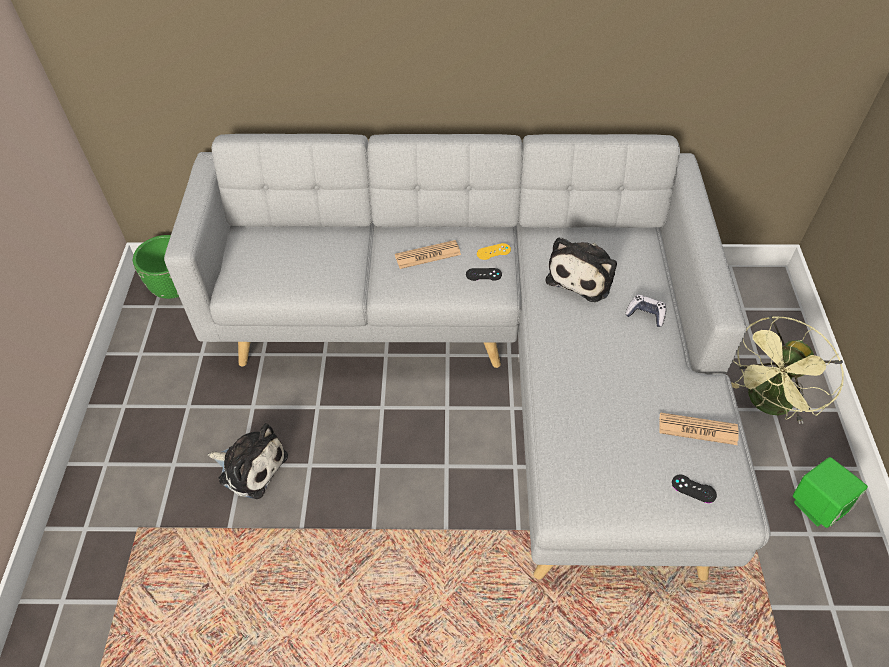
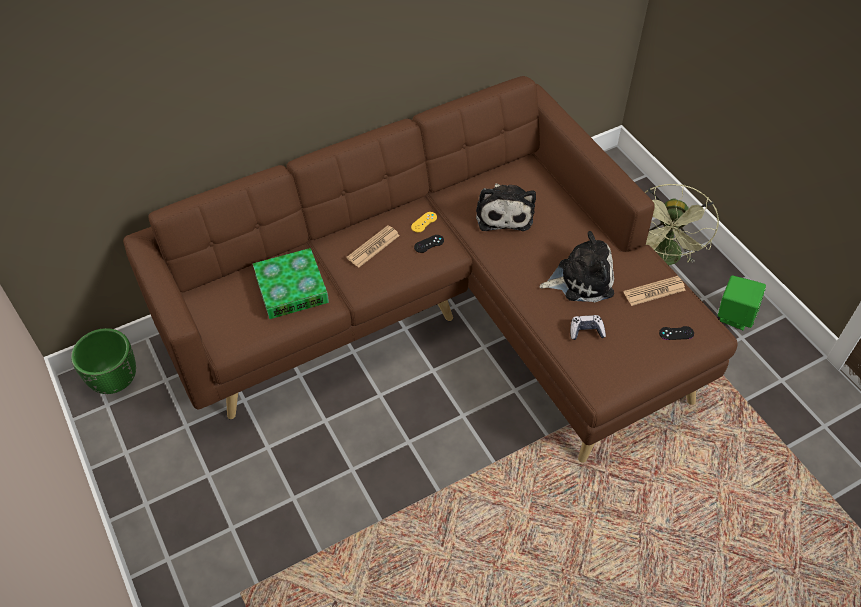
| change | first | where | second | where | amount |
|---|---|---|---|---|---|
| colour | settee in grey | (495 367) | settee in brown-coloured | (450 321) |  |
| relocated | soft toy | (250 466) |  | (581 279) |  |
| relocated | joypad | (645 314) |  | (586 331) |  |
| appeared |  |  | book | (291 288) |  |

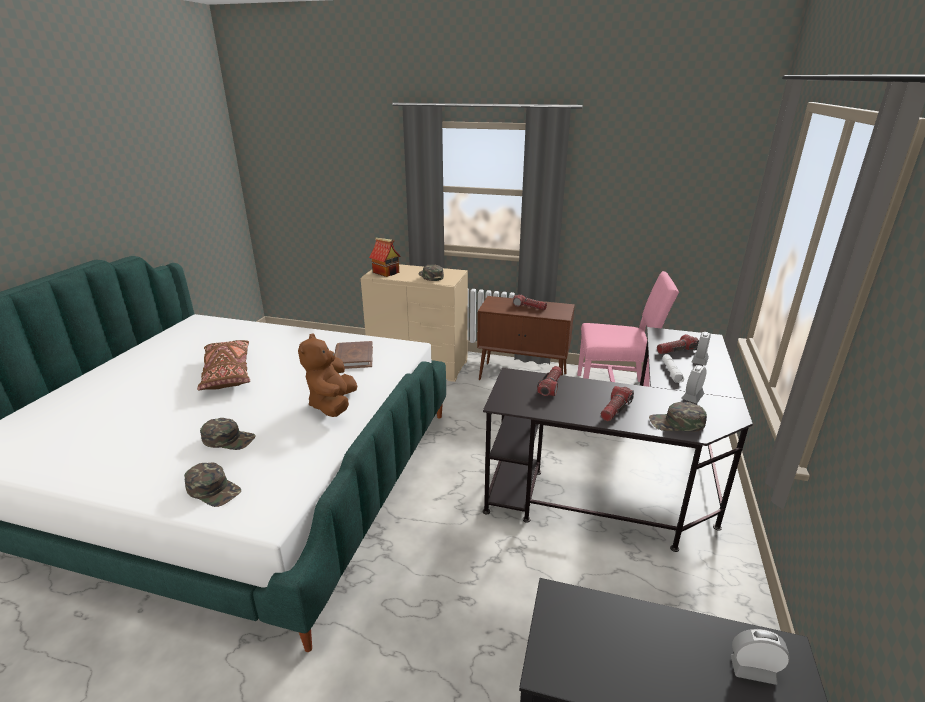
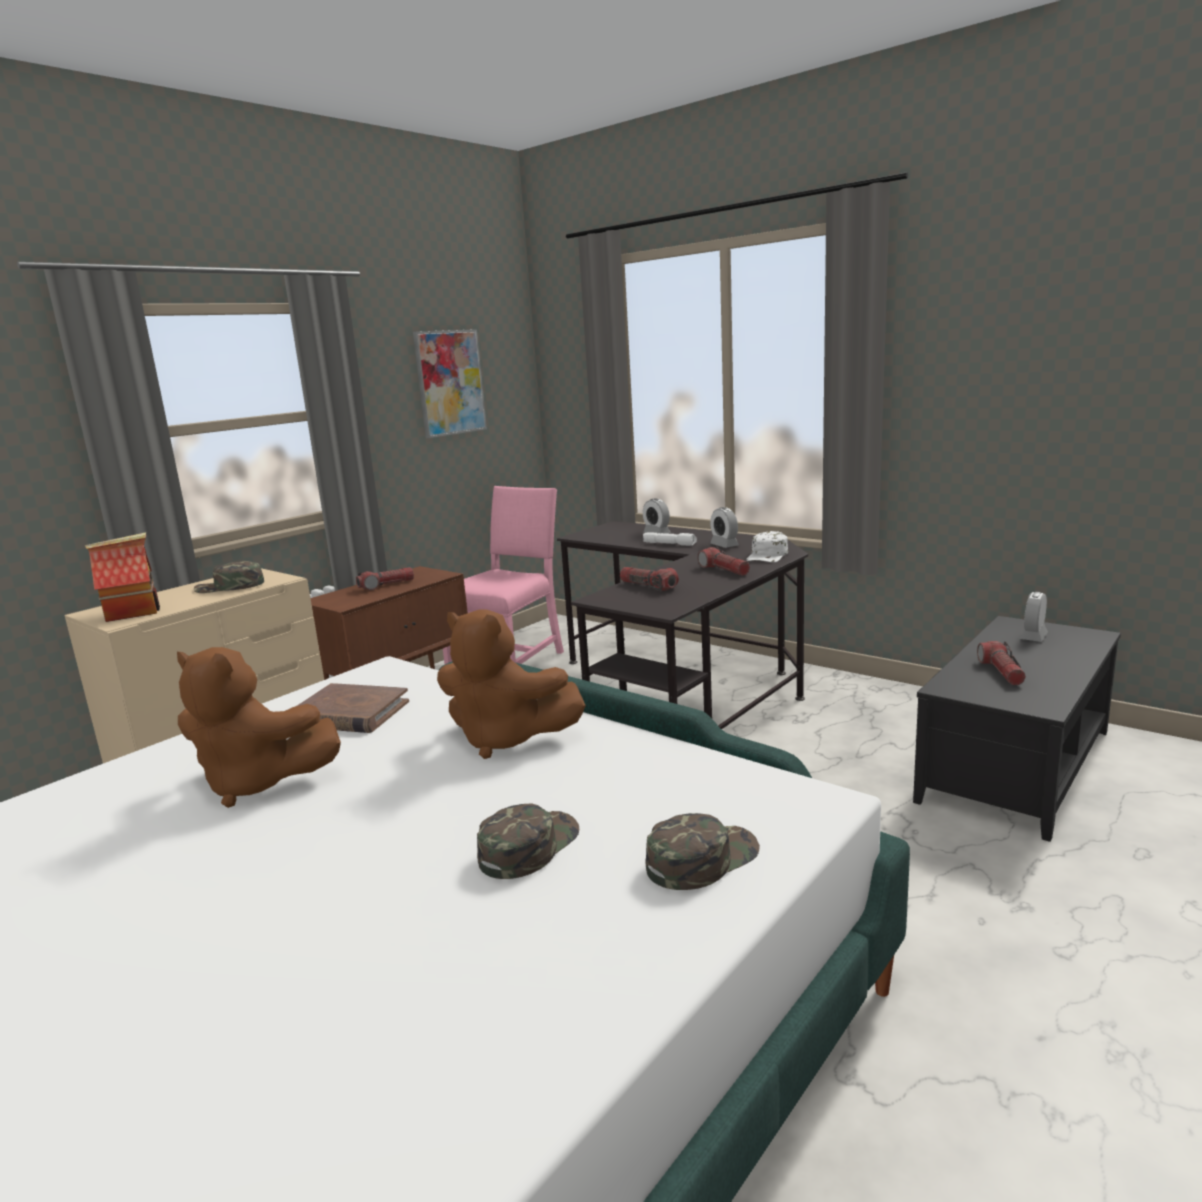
| change | first | where | second | where | amount |
|---|---|---|---|---|---|
| missing | throw pillow in brown-coloured | (228 373) |  |  |  |
| colour | baseball cap in greenish | (676 423) | baseball cap in whitish | (767 556) |  |
| relocated | flashlight | (676 351) |  | (1001 672) |  |
| appeared |  |  | soft toy in brown-coloured | (258 783) |  |
| appeared |  |  | wall picture | (450 383) |  |

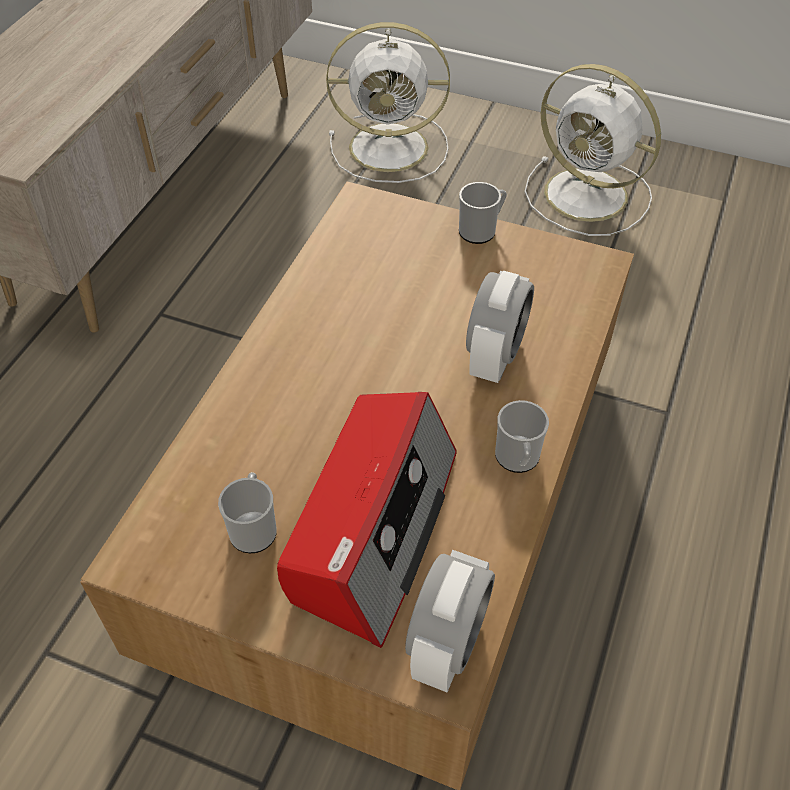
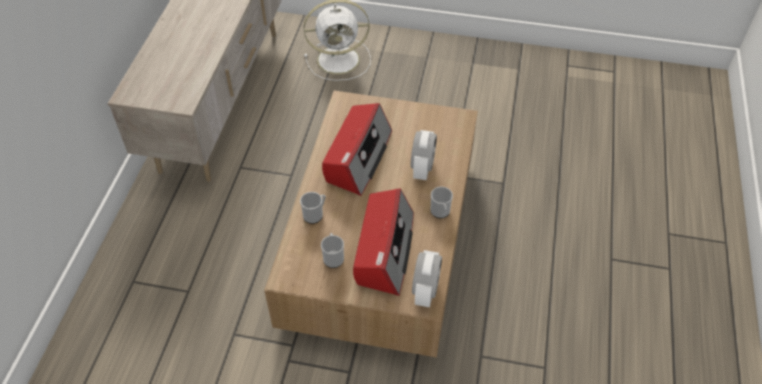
| change | first | where | second | where | amount |
|---|---|---|---|---|---|
| relocated | coffee mug | (481 230) |  | (315 214) |  |
| missing | cooling fan in whitish | (589 196) |  |  |  |
| appeared |  |  | radio | (357 157) |  |

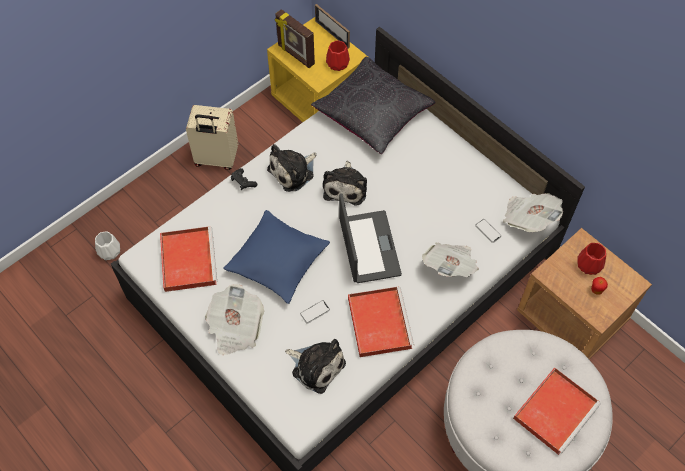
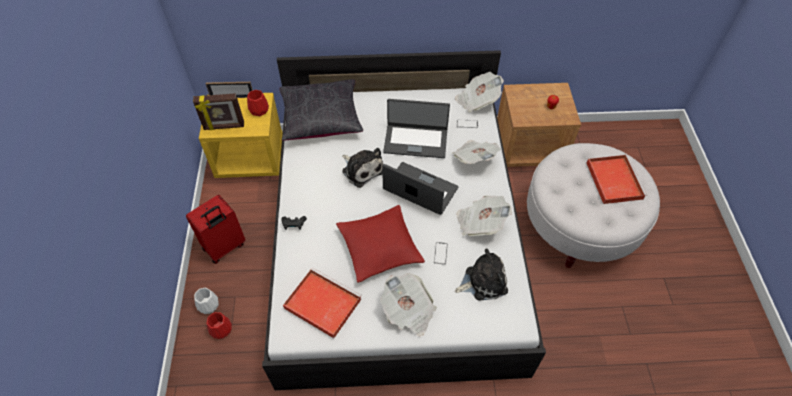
| change | first | where | second | where | amount |
|---|---|---|---|---|---|
| relocated | vase in whitish | (109 252) |  | (208 306) |  |
| colour | piece of luggage in beige-coloured | (216 159) | piece of luggage in red-coloured | (225 247) |  |
| colour | throw pillow in blue-coloured | (277 261) | throw pillow in red-coloured | (379 248) |  |
| missing | soft toy | (293 171) |  |  |  |
| exchanged | carrying tray in red-coloured | (378 321) | daily paper | (480 223) |  |
| relocated | vase in red-coloured | (589 265) |  | (222 329) |  |
| appeared |  |  | laptop | (415 140) |  |

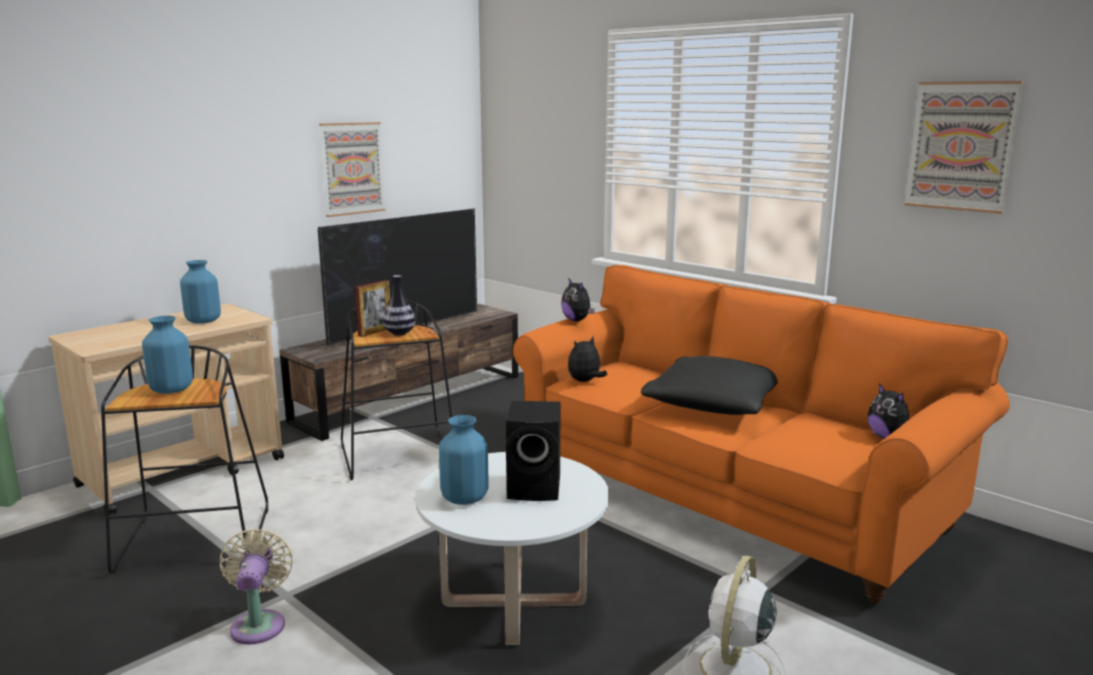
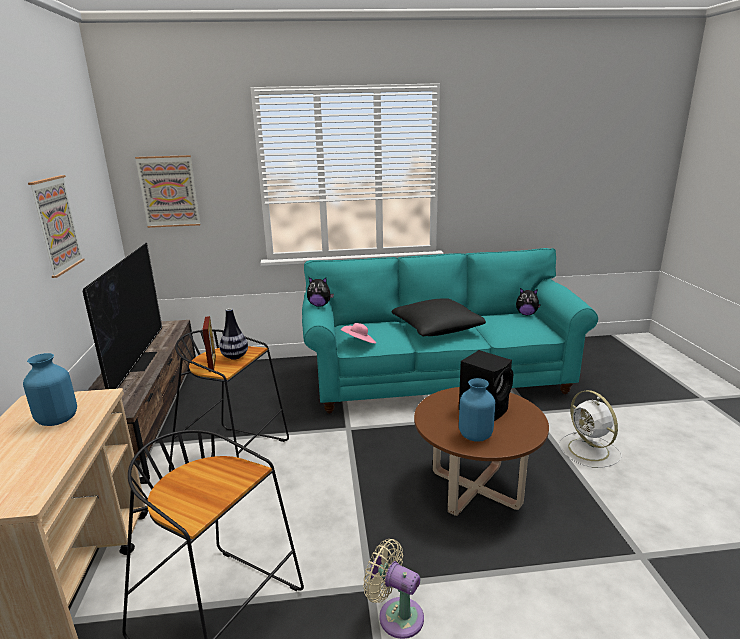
| change | first | where | second | where | amount |
|---|---|---|---|---|---|
| missing | vase in blue-coloured | (171 390) |  |  |  |
| colour | low table in whitish | (514 602) | low table in brown-coloured | (475 489) |  |
| colour | settee in orange | (727 495) | settee in blue-green | (438 379) |  |
| exchanged | soft toy | (585 381) | clothing hat in pink-coloured | (359 343) |  |
| relocated | wall picture | (961 146) |  | (169 191) |  |

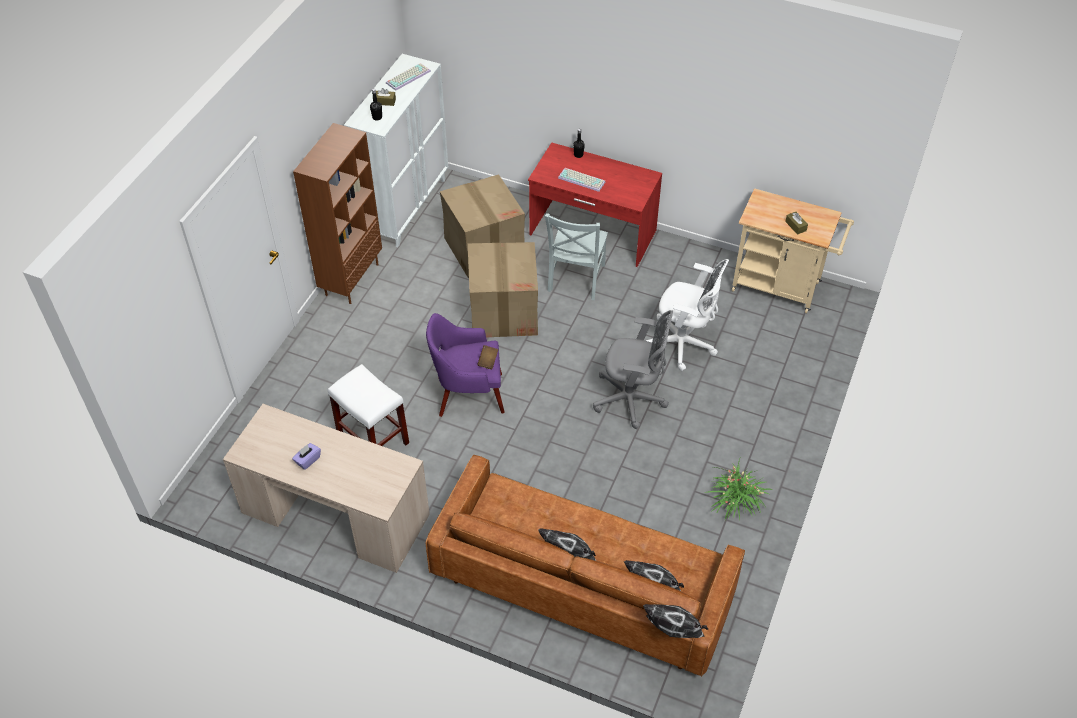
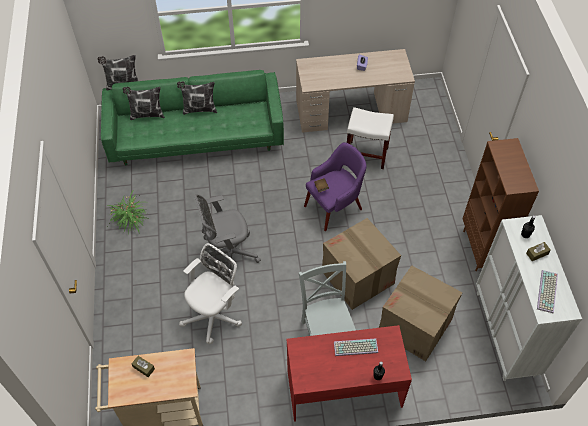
| change | first | where | second | where | amount |
|---|---|---|---|---|---|
| colour | settee in brown-coloured | (582 584) | settee in greenish | (196 136) |  |
| spun | desk chair in whitish | (683 344) |  | (214 315) | 135 degrees clockwise |

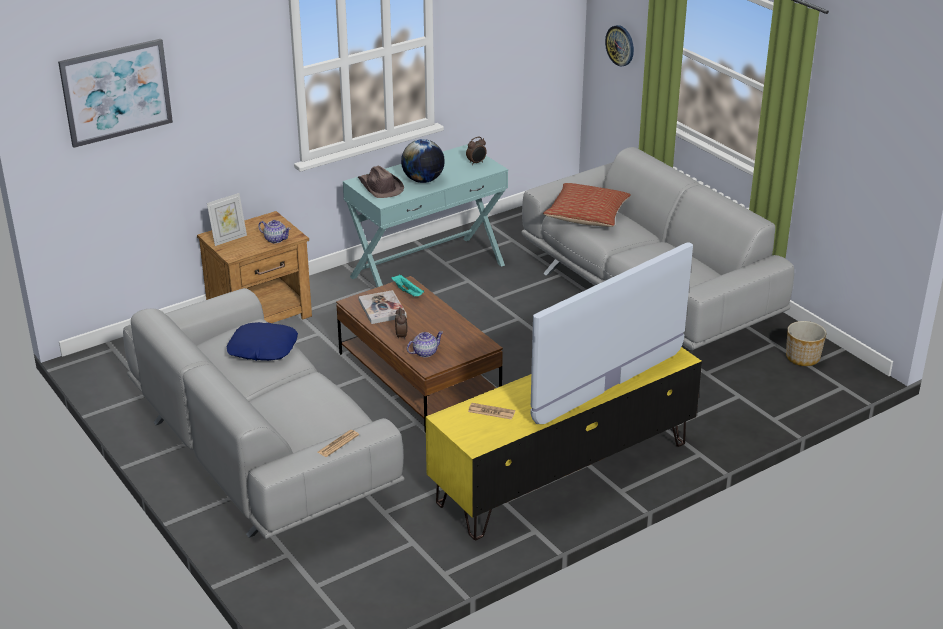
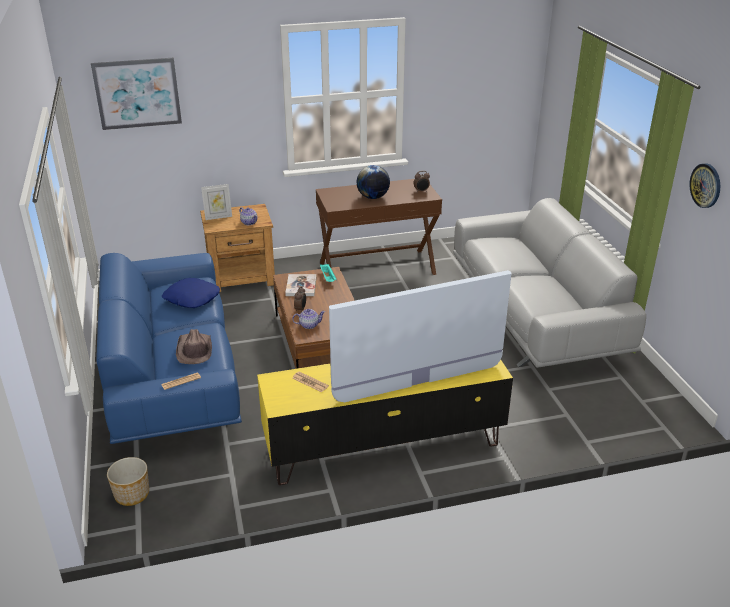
| change | first | where | second | where | amount |
|---|---|---|---|---|---|
| colour | settee in grey | (260 451) | settee in blue-coloured | (173 375) |  |
| colour | console table in blue-green | (427 270) | console table in brown-coloured | (377 268) |  |
| relocated | clothing hat in brown-coloured | (380 187) |  | (194 350) |  |
| missing | throw pillow | (587 215) |  |  |  |
| relocated | clock on the wall | (620 45) |  | (706 185) |  |
| relocated | planter | (803 358) |  | (132 494) |  |

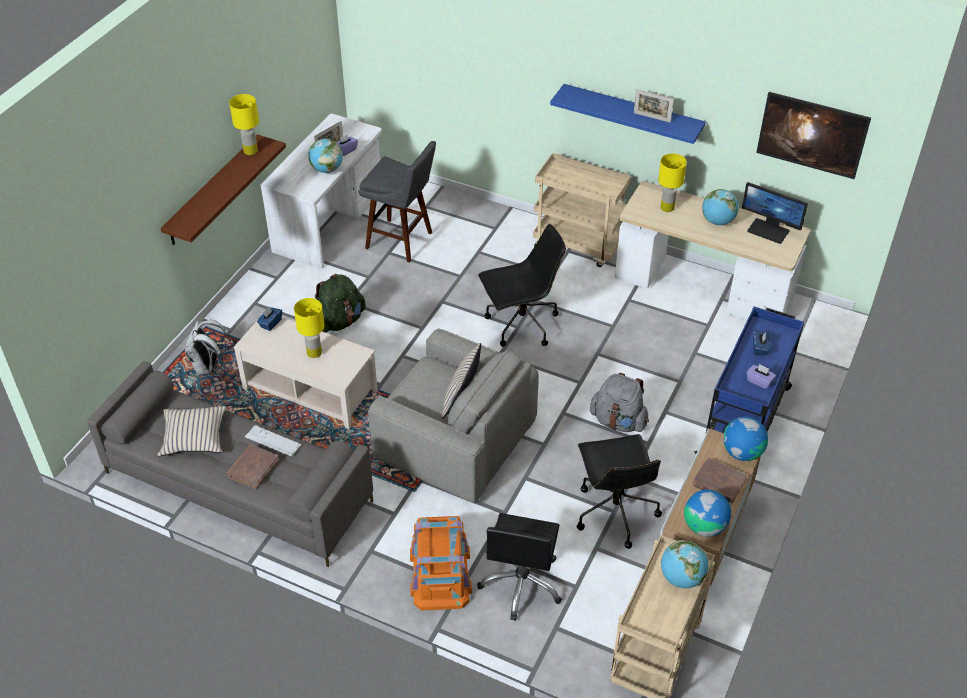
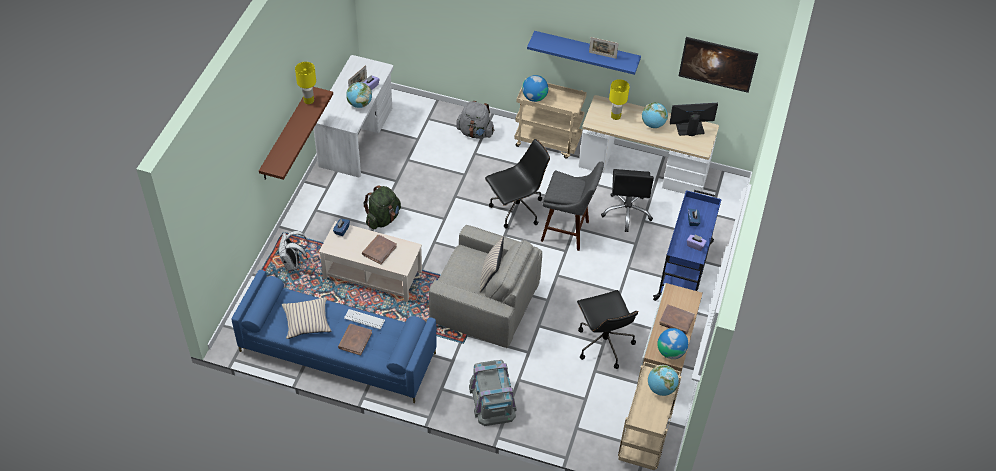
| change | first | where | second | where | amount |
|---|---|---|---|---|---|
| colour | settee in grey | (237 487) | settee in blue-coloured | (337 352) |  |
| exchanged | lamp for a table in yellow-coloured | (314 353) | book in brown-coloured | (379 250) |  |
| relocated | stool seat in grey | (402 241) |  | (567 232) |  |
| colour | storage container in orange | (441 573) | storage container in grey | (492 399) |  |
| relocated | desk chair in blackish | (522 584) |  | (627 212) |  |
| relocated | knapsack in grey | (618 421) |  | (475 132) |  |
| relocated | globe | (742 452) |  | (534 97) |  |
| spun | computer display | (769 230) |  | (690 129) | 150 degrees clockwise |

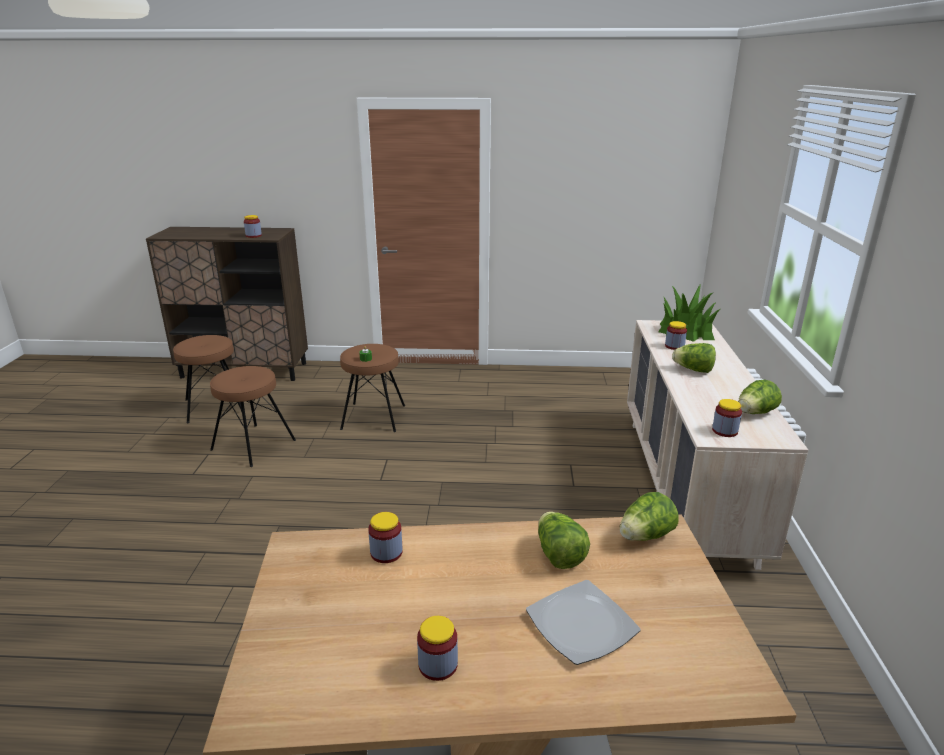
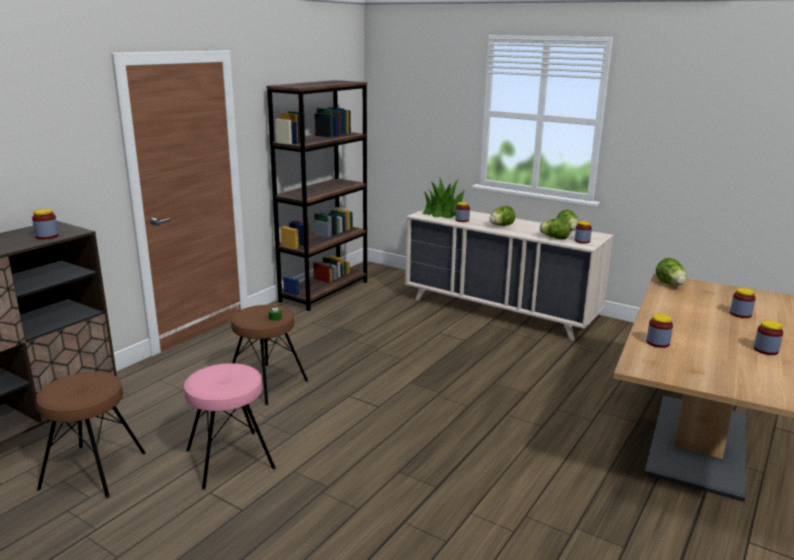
| change | first | where | second | where | amount |
|---|---|---|---|---|---|
| colour | stool seat in brown-coloured | (253 445) | stool seat in pink-coloured | (230 459) |  |
| exchanged | dinner plate | (582 625) | jar | (740 314) |  |
| relocated | lettuce head | (559 555) |  | (555 238) |  |
| appeared |  |  | shelving unit in brown-coloured | (324 291) |  |

